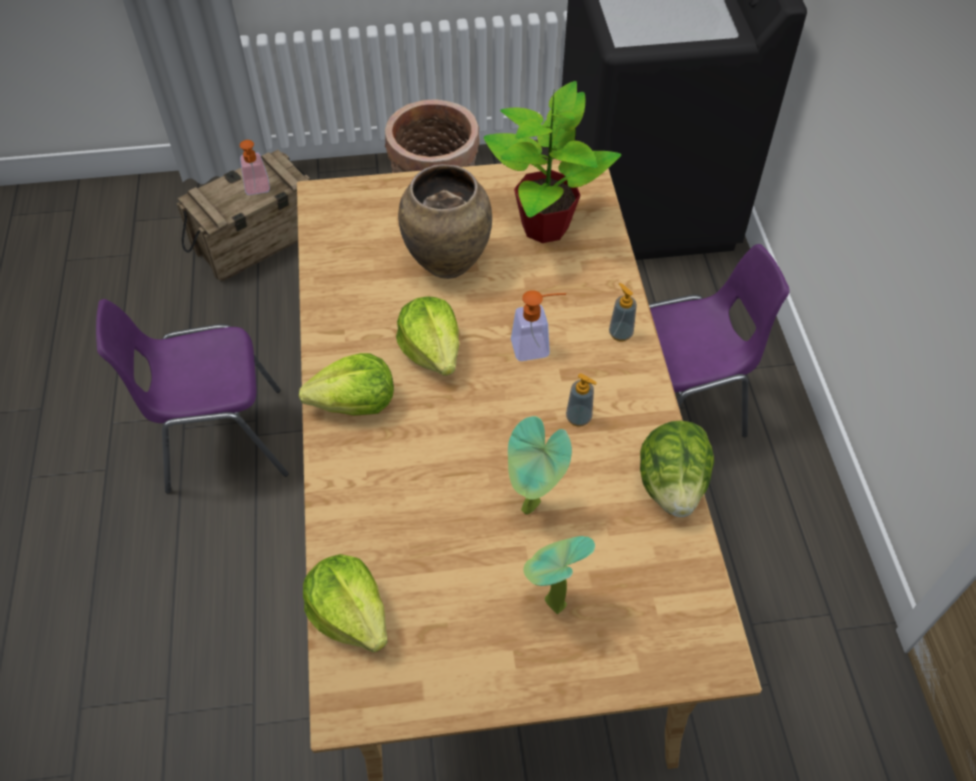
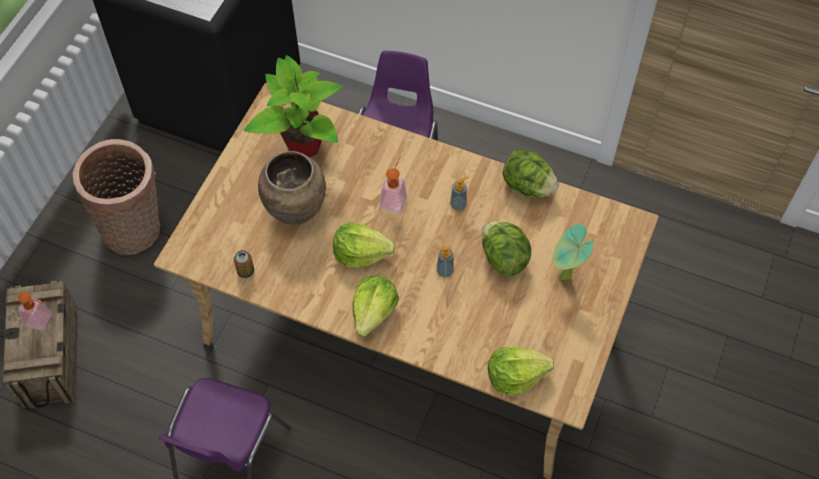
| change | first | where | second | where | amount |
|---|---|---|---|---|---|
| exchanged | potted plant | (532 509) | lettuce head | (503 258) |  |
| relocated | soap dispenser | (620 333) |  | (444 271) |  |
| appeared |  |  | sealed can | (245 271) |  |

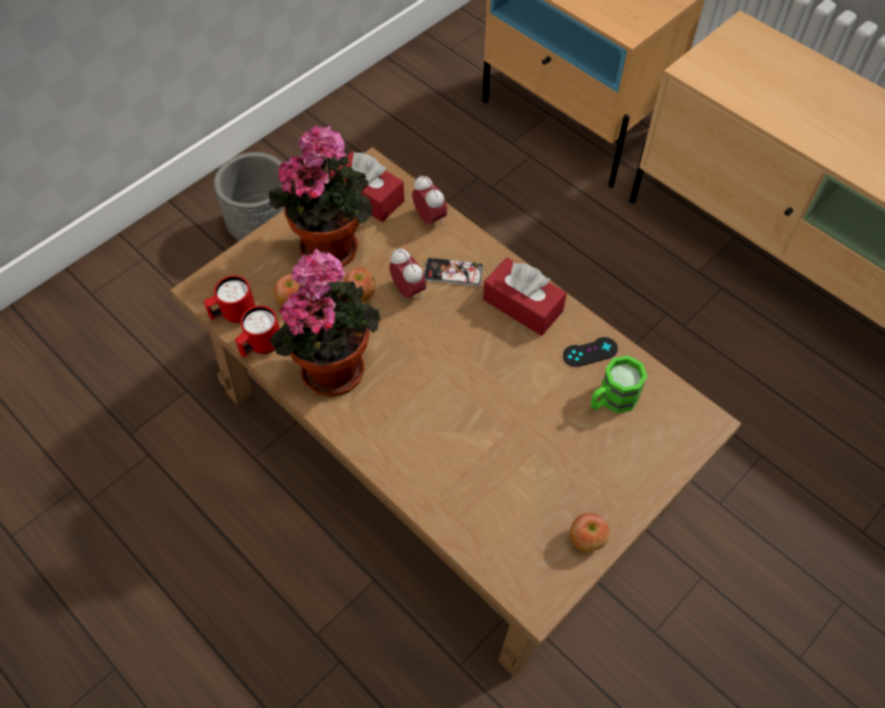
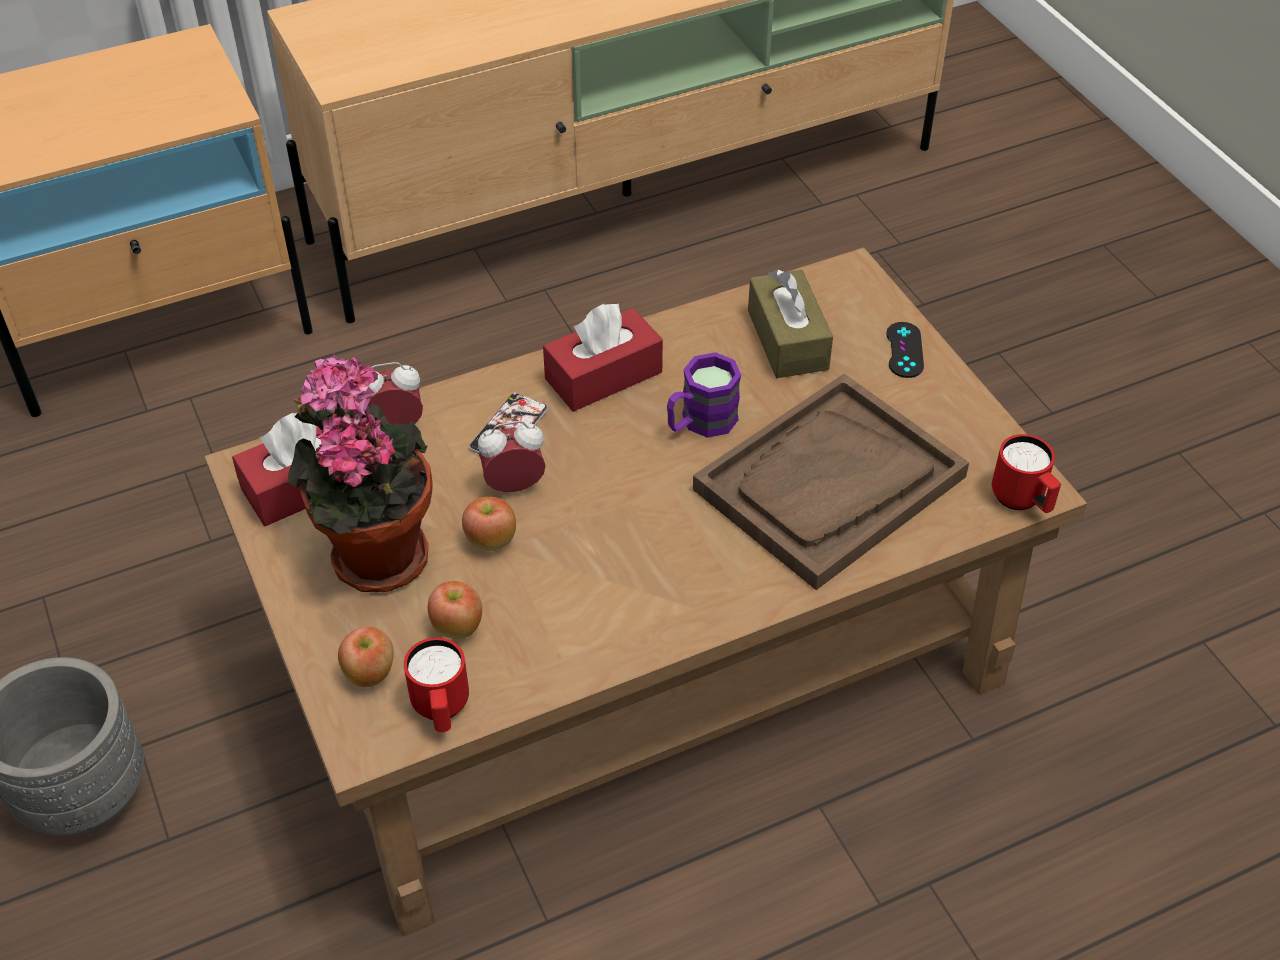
| change | first | where | second | where | amount |
|---|---|---|---|---|---|
| relocated | coffee mug in red-coloured | (261 346) |  | (1022 501) |  |
| missing | potted plant | (333 365) |  |  |  |
| relocated | joypad in blackish | (590 352) |  | (904 350) |  |
| relocated | apple | (587 540) |  | (370 674) |  |
| exchanged | coffee mug in greenish | (611 400) | tissue box in brown-coloured | (787 340) |  |
| appeared |  |  | coffee mug in purple | (700 422) |  |
| appeared |  |  | carrying tray in brown-coloured | (829 484) |  |

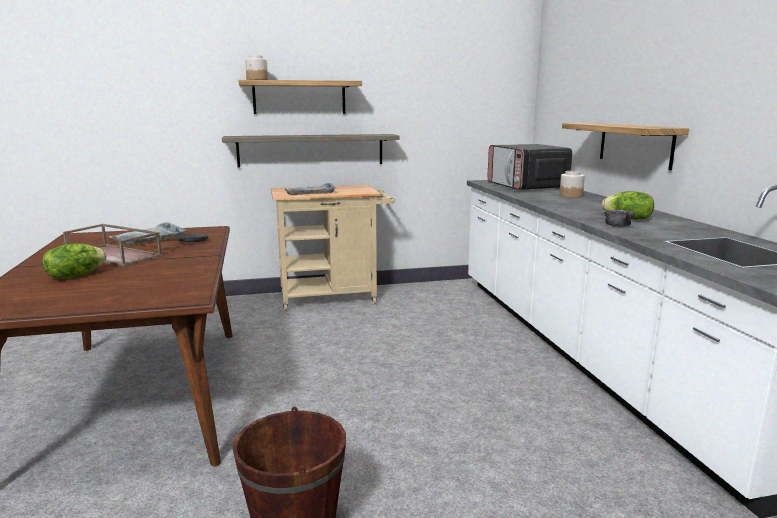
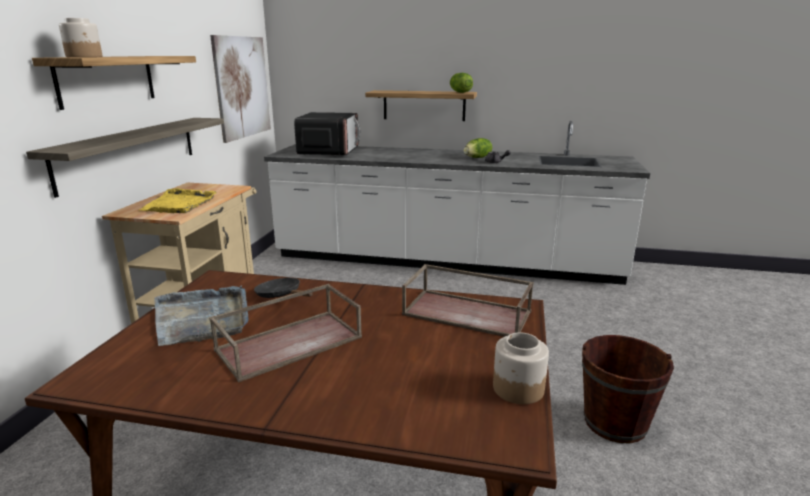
| change | first | where | second | where | amount |
|---|---|---|---|---|---|
| relocated | lettuce head | (75 276) |  | (459 92) |  |
| colour | carrying tray in grey | (310 191) | carrying tray in yellow-coloured | (179 204) |  |
| spun | microwave | (526 186) |  | (329 151) | 90 degrees counterclockwise |
| relocated | jar | (571 196) |  | (517 388) |  |
| appeared |  |  | wall picture | (242 87) |  |
| appeared |  |  | carrying tray in brown-coloured | (468 313) |  |

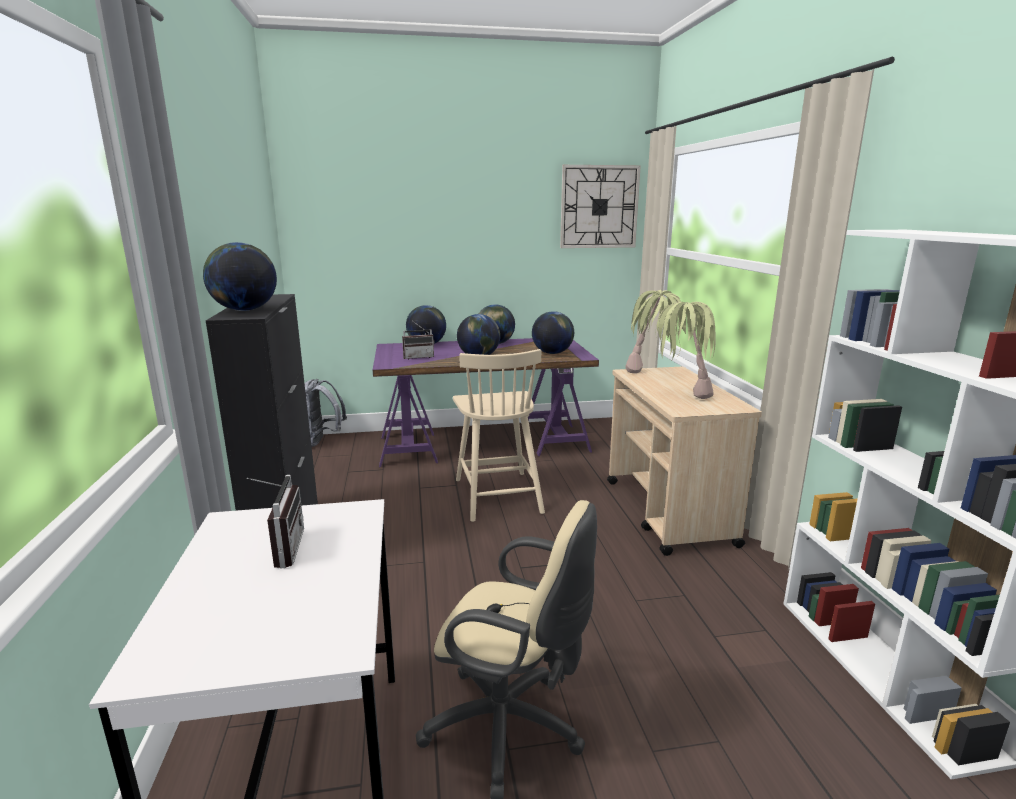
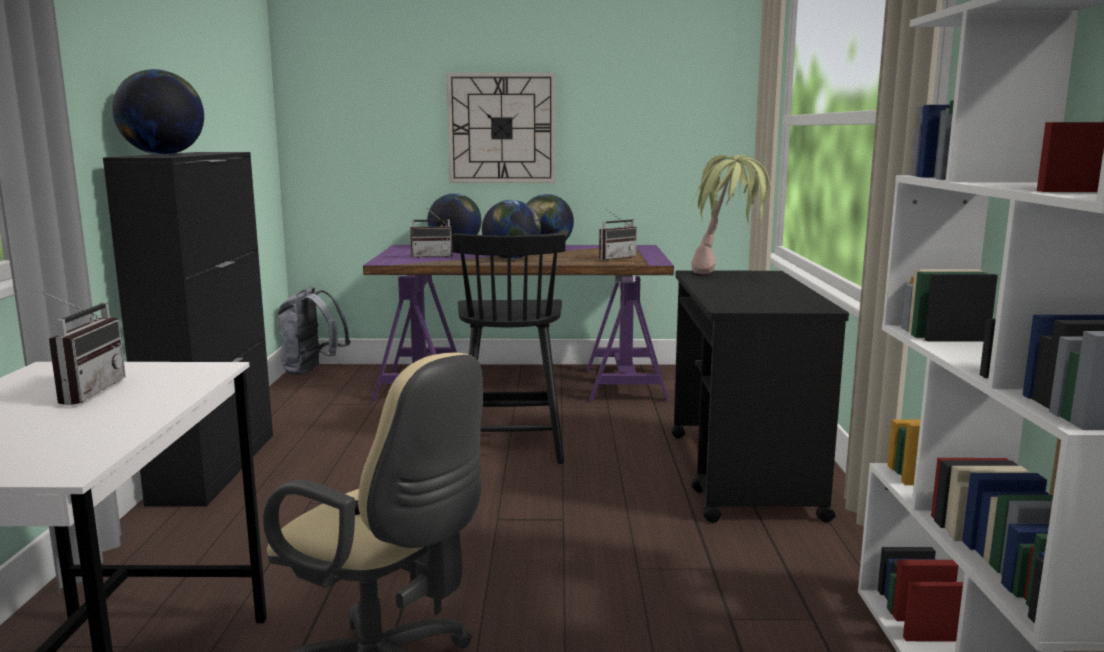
| change | first | where | second | where | amount |
|---|---|---|---|---|---|
| colour | plain chair in beige-coloured | (497 495) | plain chair in blackish | (511 439) |  |
| exchanged | globe | (552 353) | radio | (615 258) |  |
| relocated | clock on the wall | (599 207) |  | (501 128) |  |
| colour | cart in beige-coloured | (668 512) | cart in blackish | (742 475) |  |
| missing | potted plant | (679 394) |  |  |  |

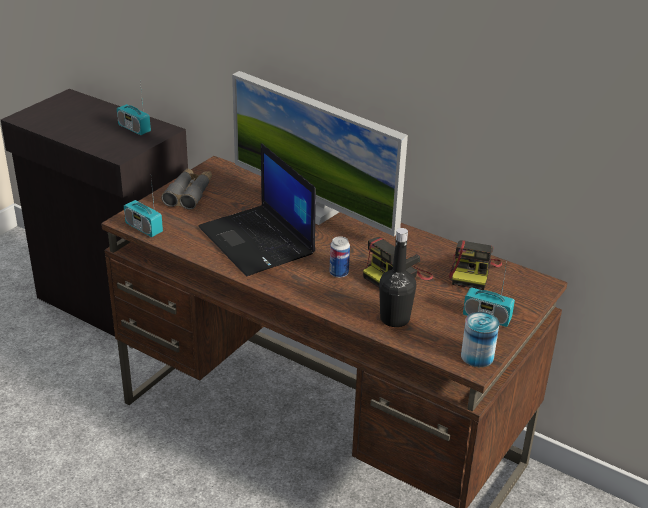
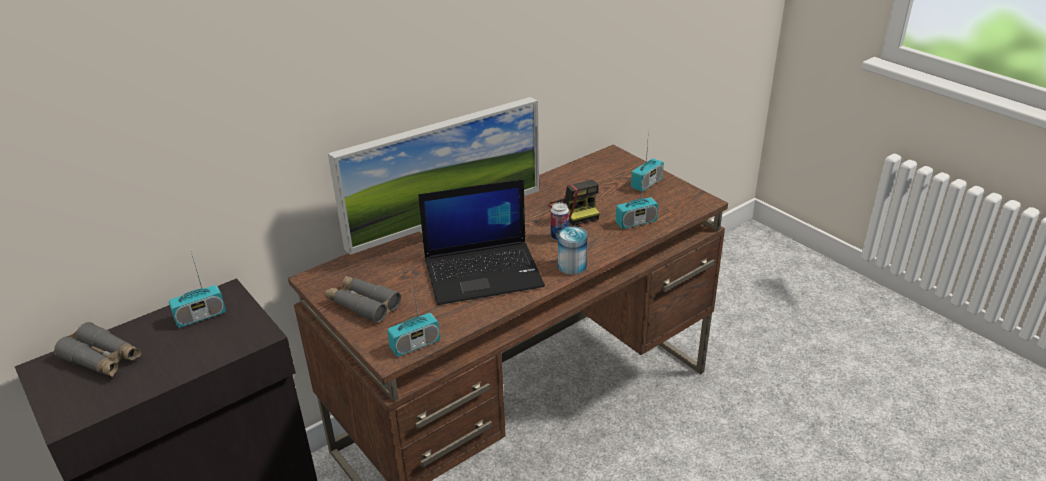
| change | first | where | second | where | amount |
|---|---|---|---|---|---|
| exchanged | drink bottle in blackish | (394 319) | radio | (636 222) |  |
| missing | photo camera | (473 272) |  |  |  |
| relocated | sealed can | (477 356) |  | (572 266) |  |
| appeared |  |  | field glasses in grey | (103 359) |  |

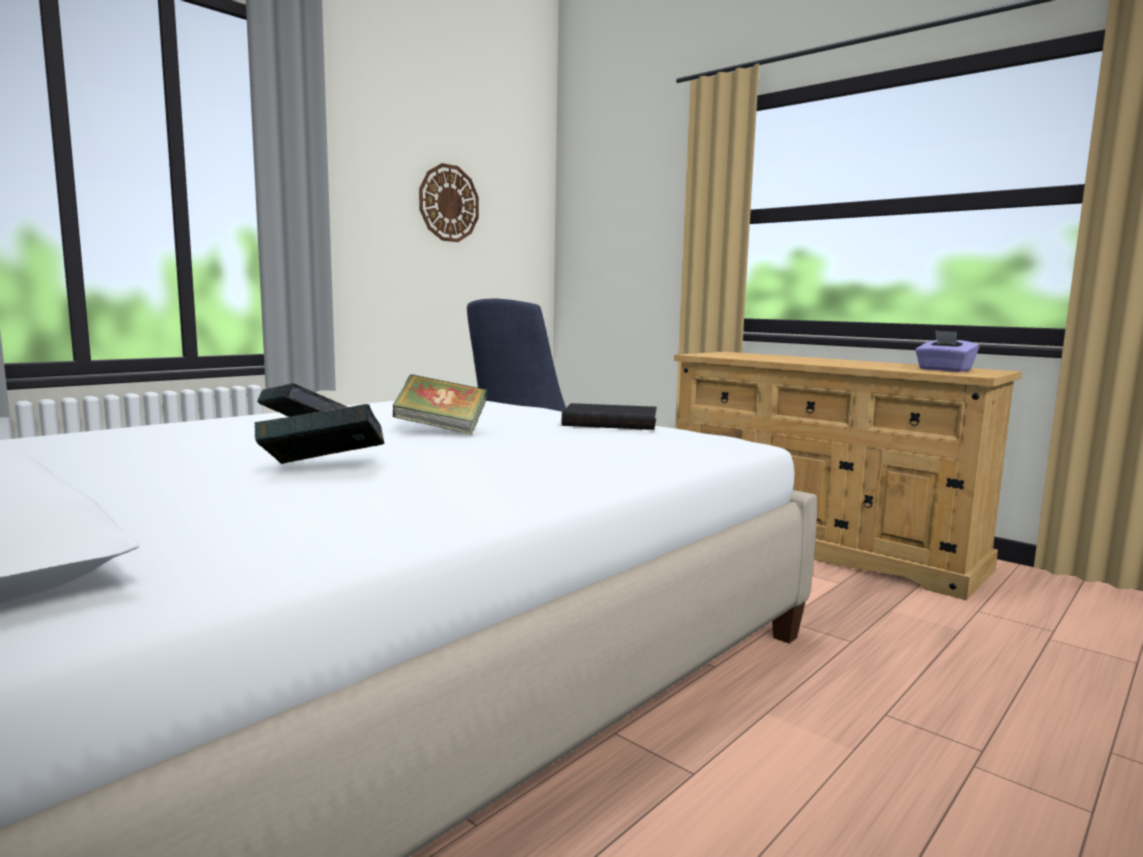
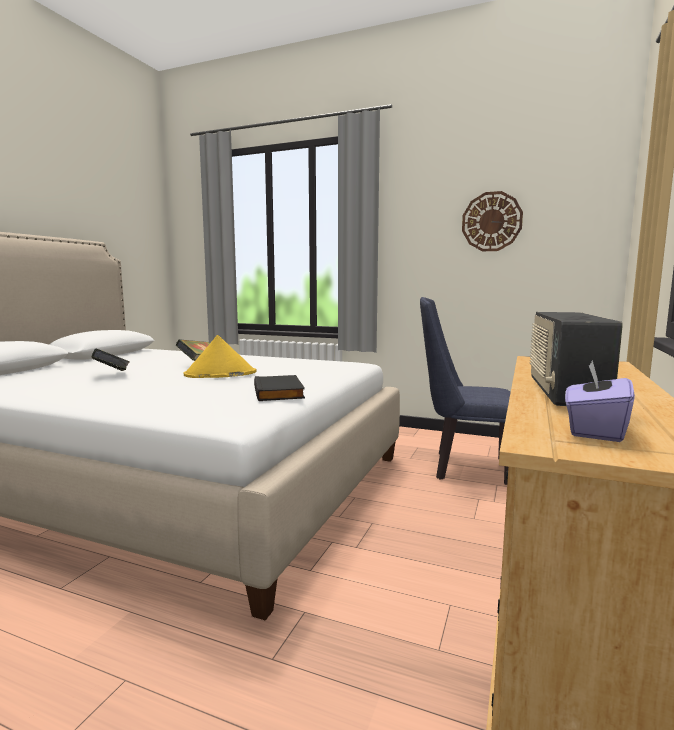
| change | first | where | second | where | amount |
|---|---|---|---|---|---|
| exchanged | book | (441 430) | clothing hat in yellow-coloured | (220 374) |  |
| appeared |  |  | radio | (563 394) |  |

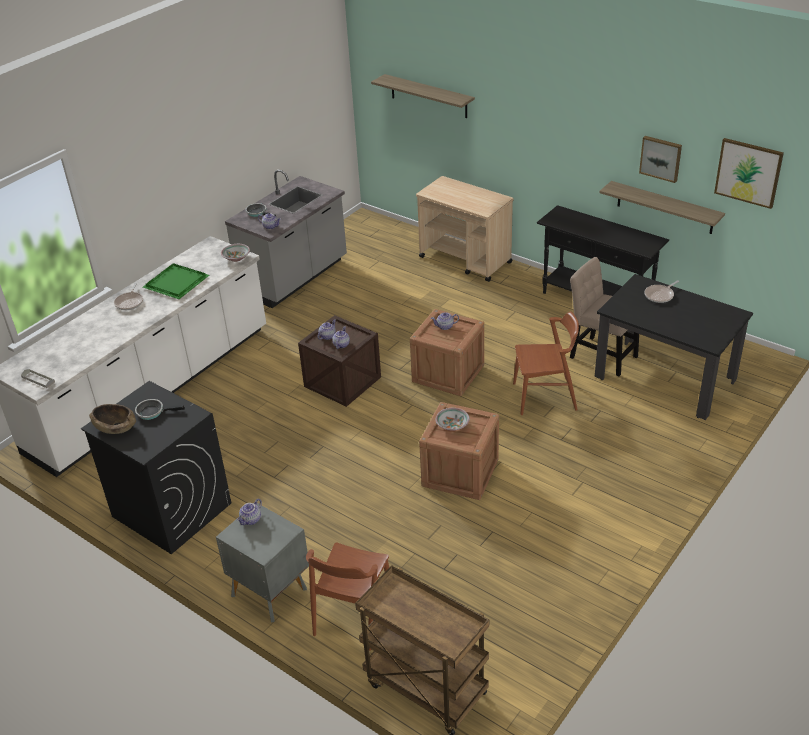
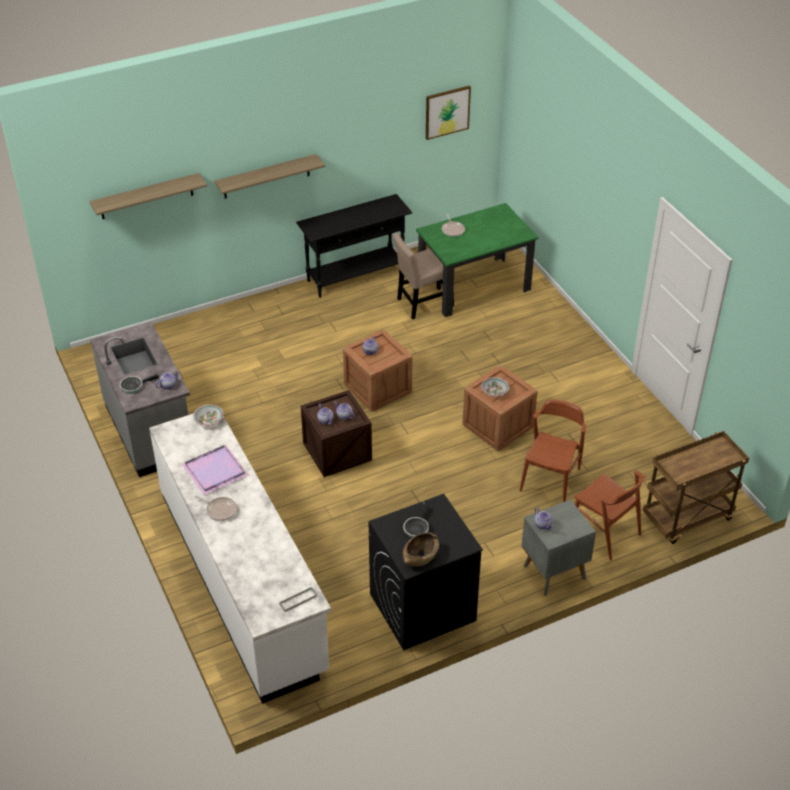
| change | first | where | second | where | amount |
|---|---|---|---|---|---|
| colour | carrying tray in greenish | (176 283) | carrying tray in purple | (216 471) |  |
| missing | cart in beige-coloured | (465 260) |  |  |  |
| relocated | plain chair in brown-coloured | (545 396) |  | (550 479) |  |
| colour | dinner table in blackish | (664 379) | dinner table in greenish | (474 287) |  |
| relocated | bracket shelf | (665 207) |  | (266 176) |  |
| missing | wall picture | (661 158) |  |  |  |

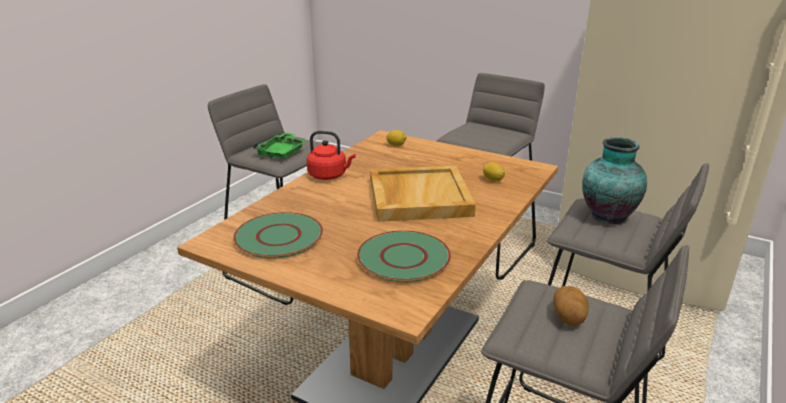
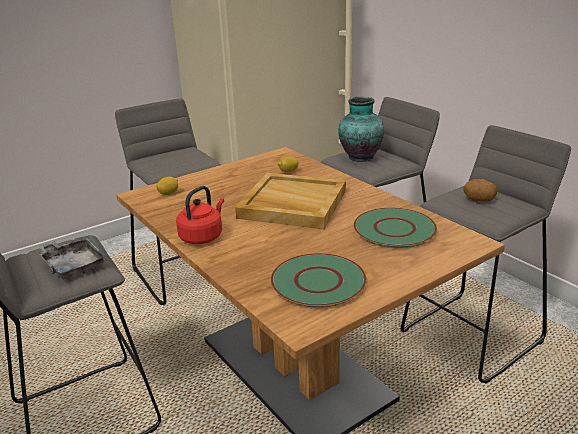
| change | first | where | second | where | amount |
|---|---|---|---|---|---|
| colour | carrying tray in greenish | (282 152) | carrying tray in grey | (73 265) |  |

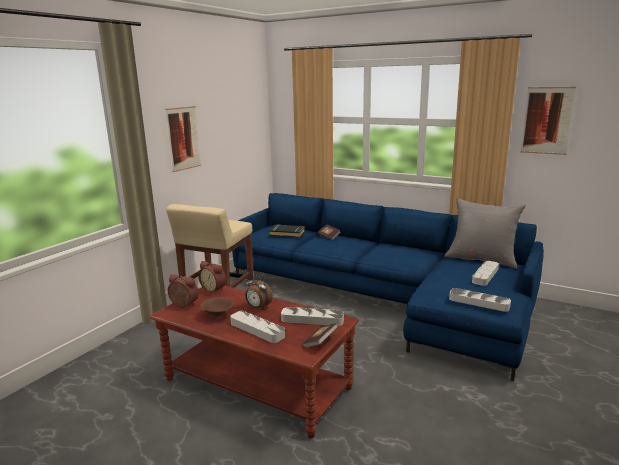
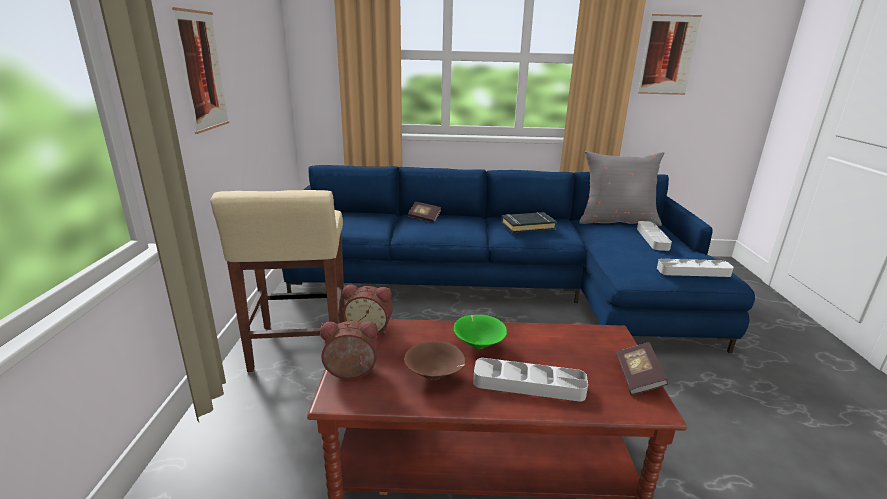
| change | first | where | second | where | amount |
|---|---|---|---|---|---|
| exchanged | bedside clock | (258 307) | deep dish in greenish | (478 344) |  |
| relocated | book in blackish | (287 233) |  | (527 226) |  |
| missing | carrying tray in grey | (312 319) |  |  |  |

